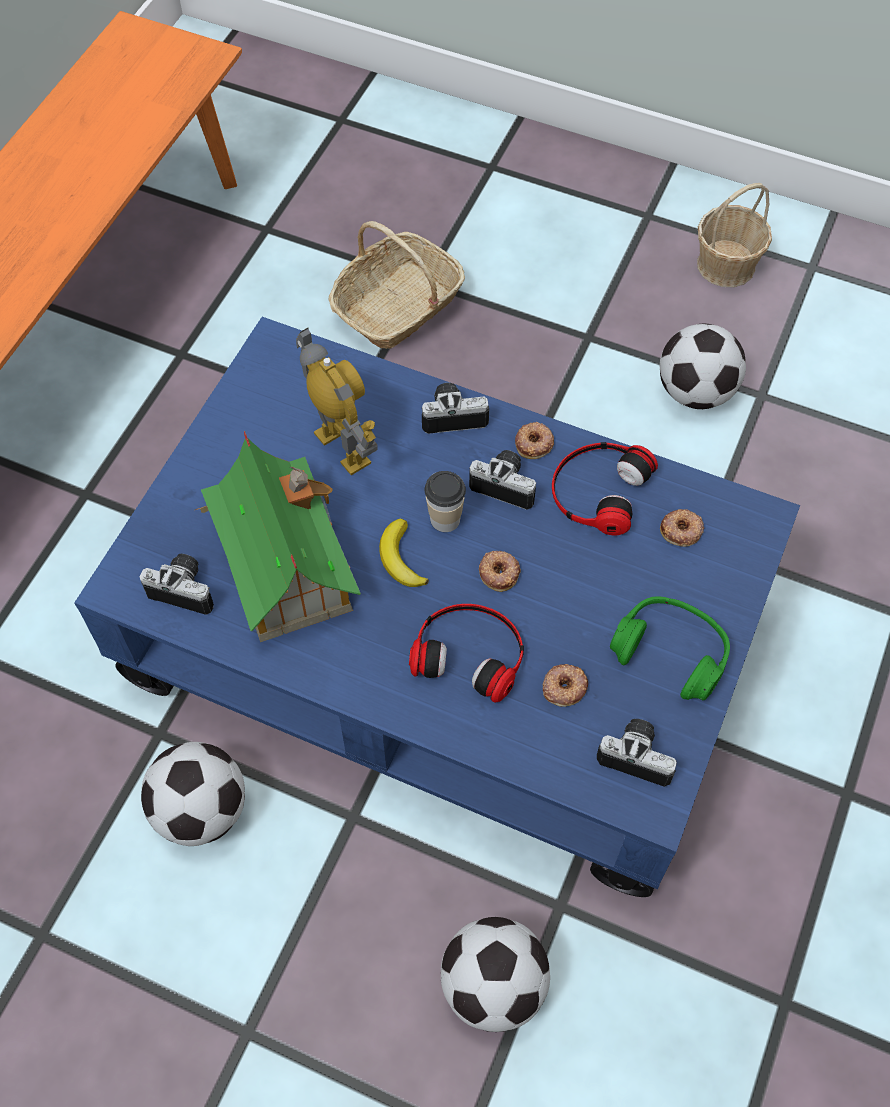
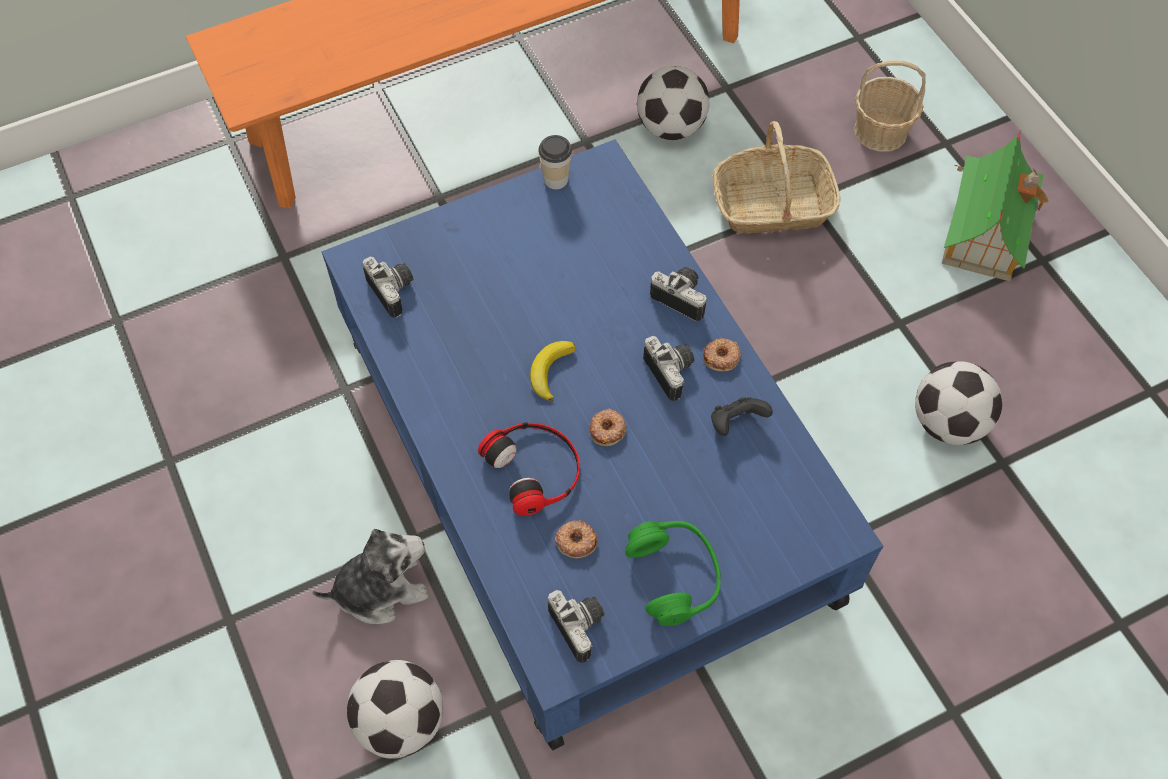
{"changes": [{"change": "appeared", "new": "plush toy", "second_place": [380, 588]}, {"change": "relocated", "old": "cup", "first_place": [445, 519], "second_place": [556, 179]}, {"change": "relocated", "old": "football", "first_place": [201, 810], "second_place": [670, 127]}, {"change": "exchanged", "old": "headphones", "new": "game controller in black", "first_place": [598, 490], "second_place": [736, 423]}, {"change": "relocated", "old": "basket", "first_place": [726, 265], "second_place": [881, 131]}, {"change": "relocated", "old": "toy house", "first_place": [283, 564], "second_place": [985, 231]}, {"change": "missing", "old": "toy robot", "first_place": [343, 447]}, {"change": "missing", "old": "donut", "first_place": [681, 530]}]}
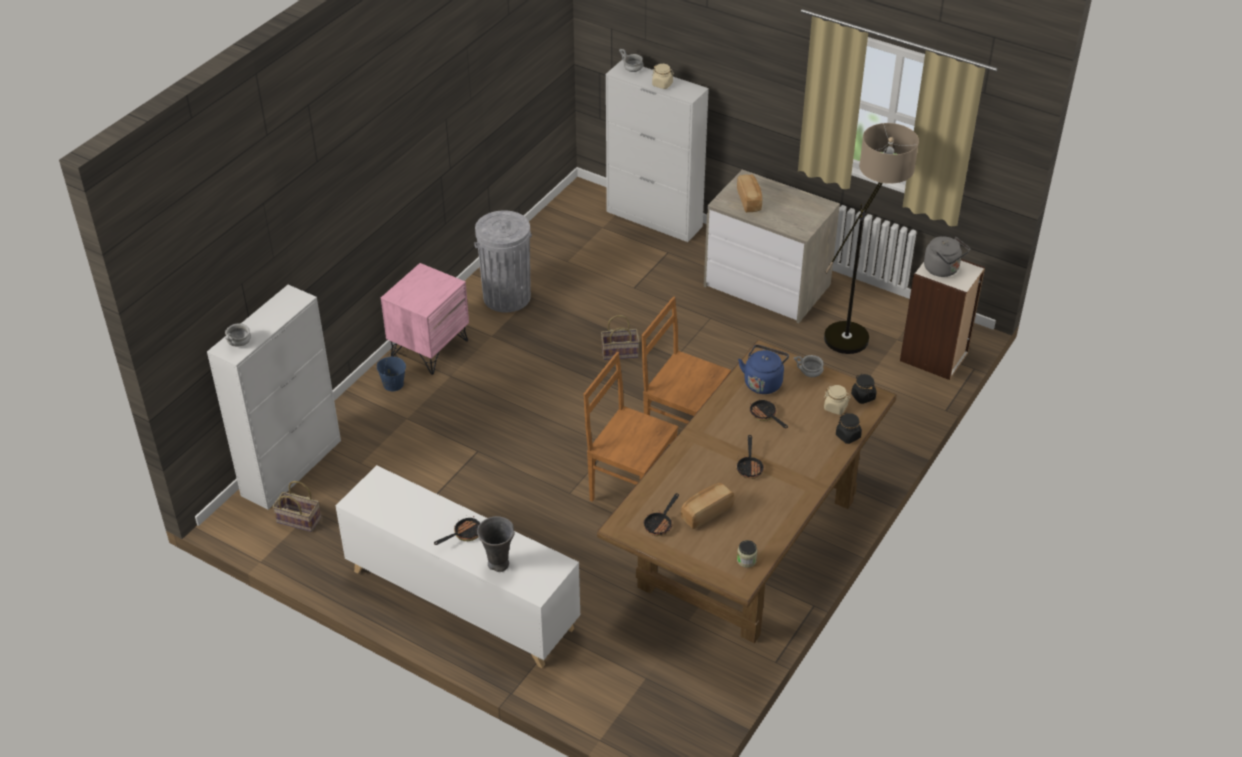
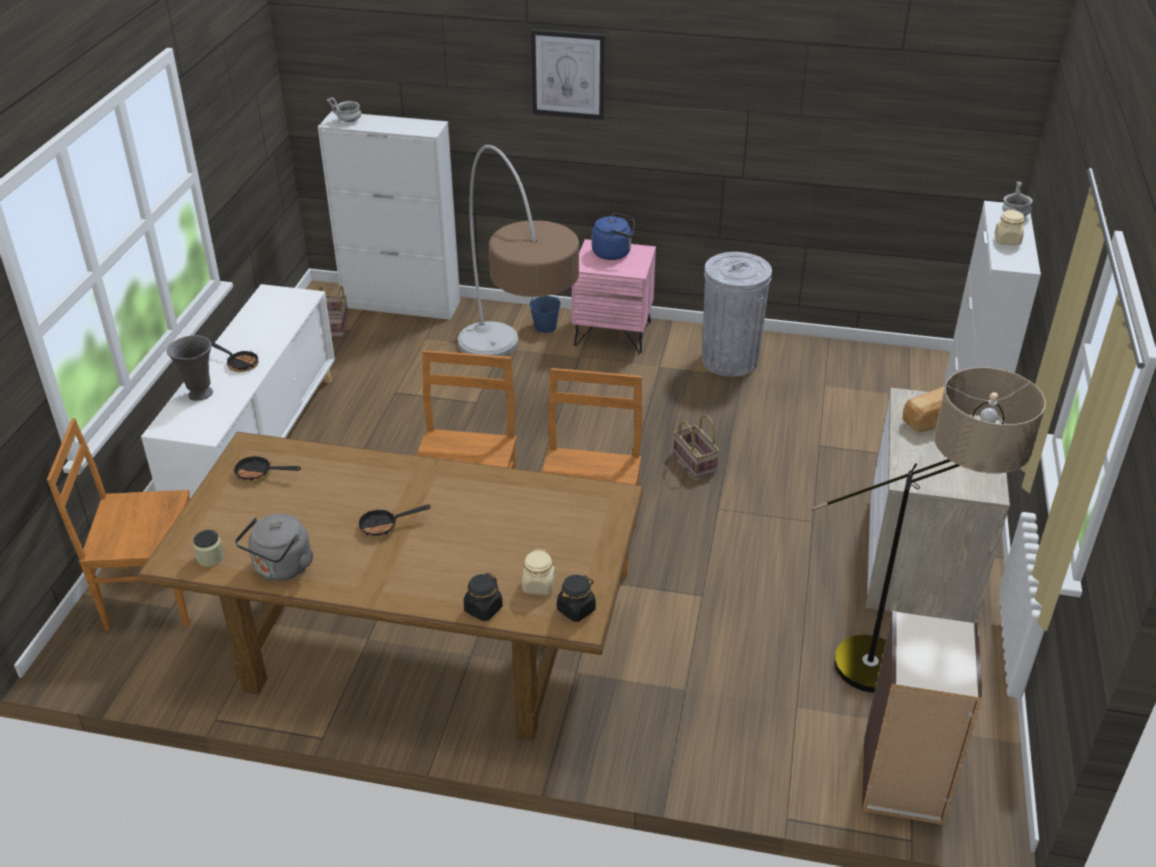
{"changes": [{"change": "appeared", "new": "chair in brown", "second_place": [152, 595]}, {"change": "relocated", "old": "kettle in grey", "first_place": [943, 270], "second_place": [281, 568]}, {"change": "appeared", "new": "floor lamp", "second_place": [516, 387]}, {"change": "appeared", "new": "picture", "second_place": [568, 74]}, {"change": "relocated", "old": "kettle in blue", "first_place": [763, 382], "second_place": [614, 253]}, {"change": "missing", "old": "bread", "first_place": [706, 512]}, {"change": "missing", "old": "frying pan", "first_place": [765, 416]}, {"change": "missing", "old": "bowl in grey", "first_place": [810, 373]}]}
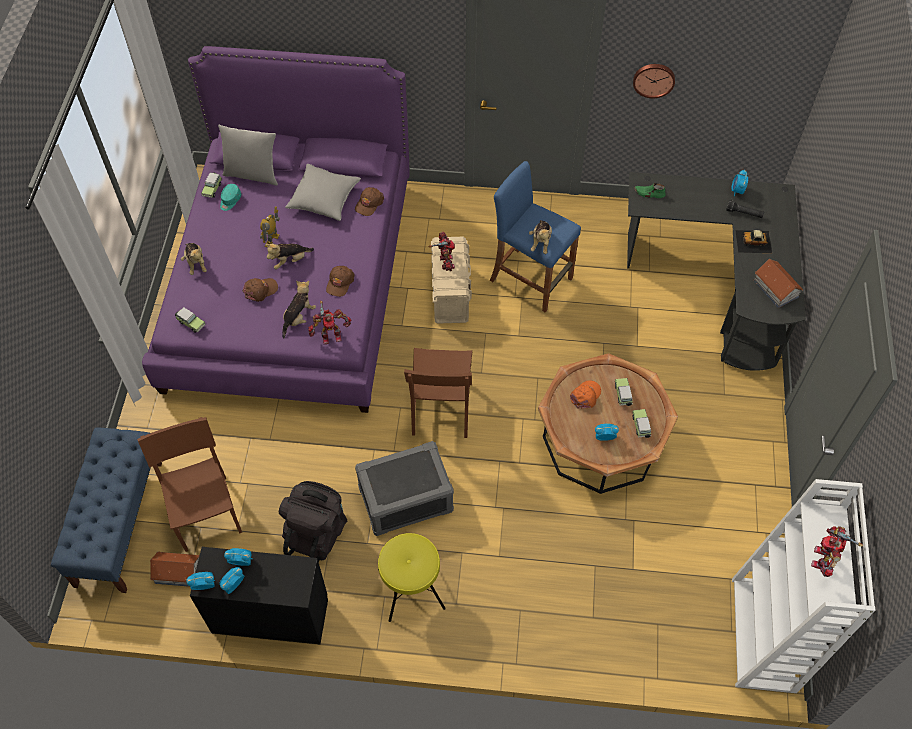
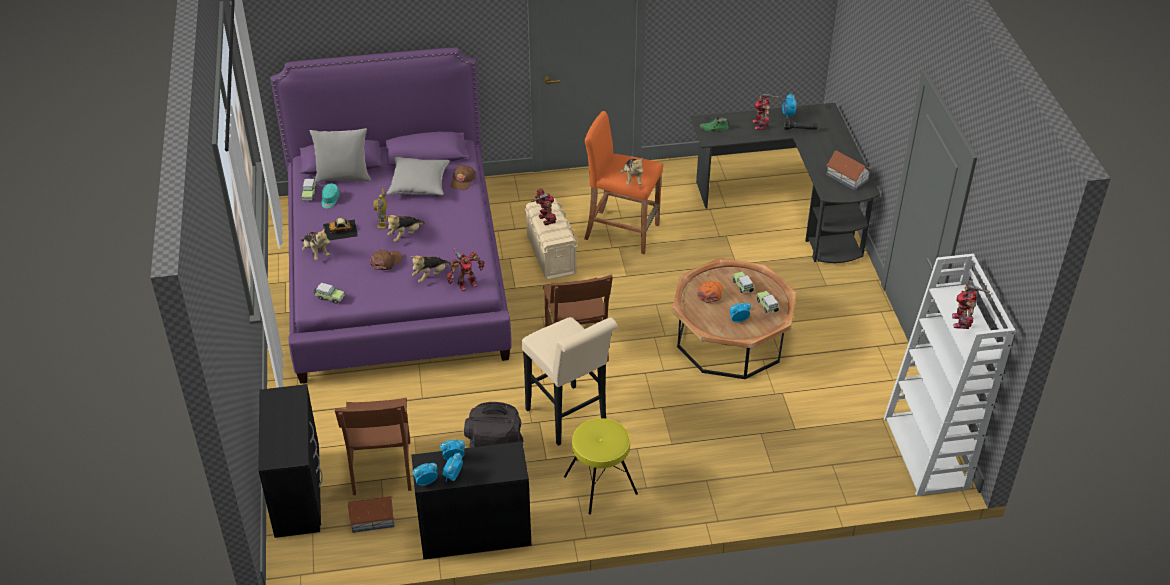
{"changes": [{"change": "exchanged", "old": "bench in blue", "new": "dresser in black", "first_place": [119, 523], "second_place": [298, 492]}, {"change": "relocated", "old": "toy car", "first_place": [754, 241], "second_place": [340, 230]}, {"change": "spun", "old": "chair in brown", "first_place": [206, 512], "second_place": [382, 467], "degrees": -150}, {"change": "spun", "old": "plush toy", "first_place": [299, 318], "second_place": [430, 276], "degrees": -150}, {"change": "exchanged", "old": "storage box in grey", "new": "stool in beige", "first_place": [405, 499], "second_place": [569, 419]}, {"change": "colour", "old": "stool in blue", "new": "stool in orange", "first_place": [531, 279], "second_place": [622, 232]}, {"change": "appeared", "new": "toy robot", "second_place": [761, 124]}, {"change": "missing", "old": "cap in brown", "first_place": [340, 283]}, {"change": "missing", "old": "wall clock", "first_place": [654, 79]}]}
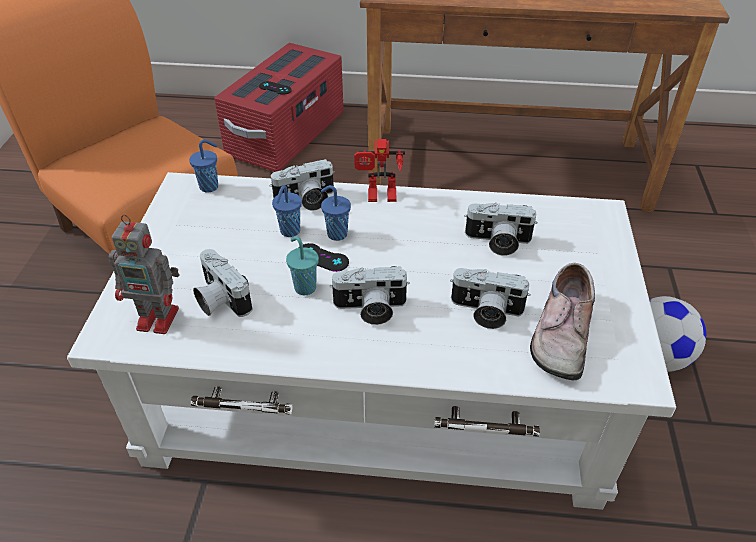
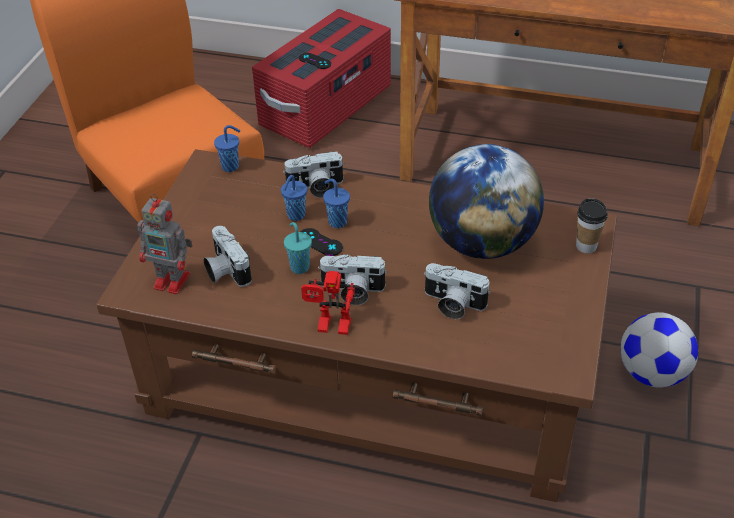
{"changes": [{"change": "colour", "old": "coffee table in white", "new": "coffee table in brown", "first_place": [379, 393], "second_place": [371, 376]}, {"change": "relocated", "old": "toy robot", "first_place": [379, 198], "second_place": [331, 328]}, {"change": "exchanged", "old": "photo camera", "new": "globe", "first_place": [497, 242], "second_place": [482, 243]}, {"change": "appeared", "new": "cup", "second_place": [586, 246]}, {"change": "missing", "old": "shoe", "first_place": [559, 333]}]}
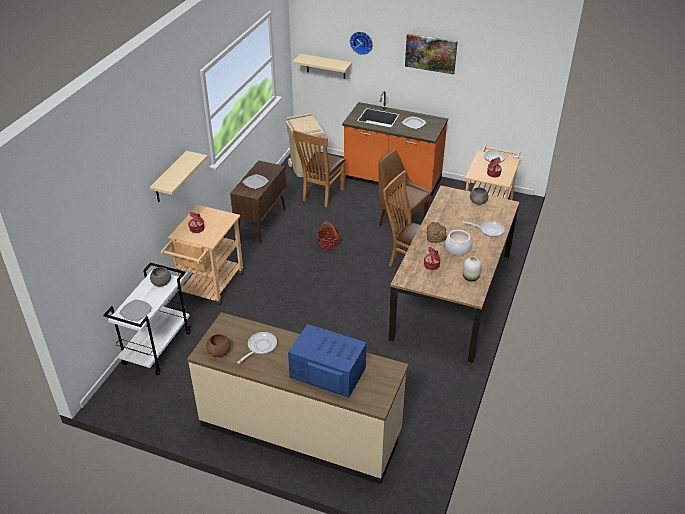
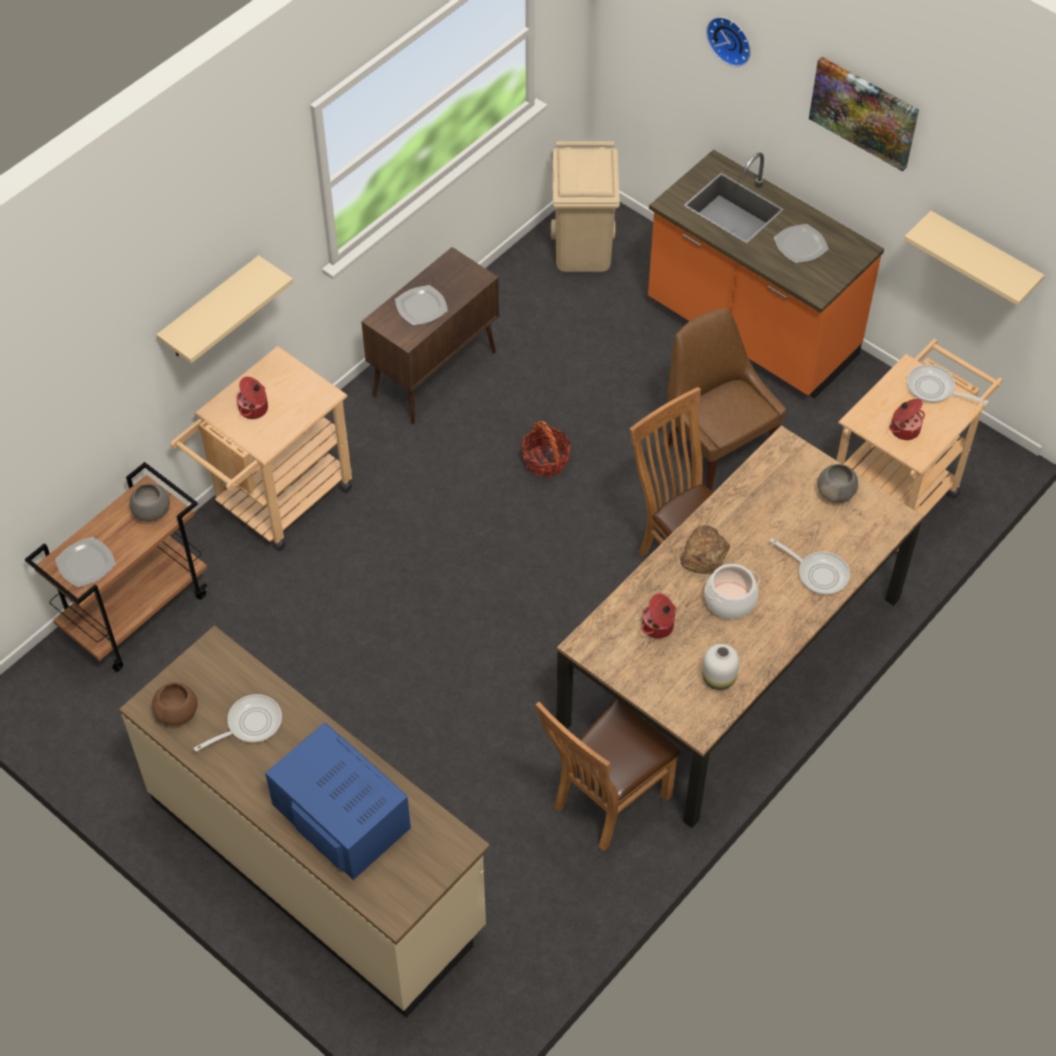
{"changes": [{"change": "colour", "old": "cart in white", "new": "cart in brown", "first_place": [157, 347], "second_place": [137, 611]}, {"change": "relocated", "old": "chair in brown", "first_place": [321, 195], "second_place": [605, 803]}, {"change": "relocated", "old": "shelf in beige", "first_place": [326, 66], "second_place": [982, 257]}]}
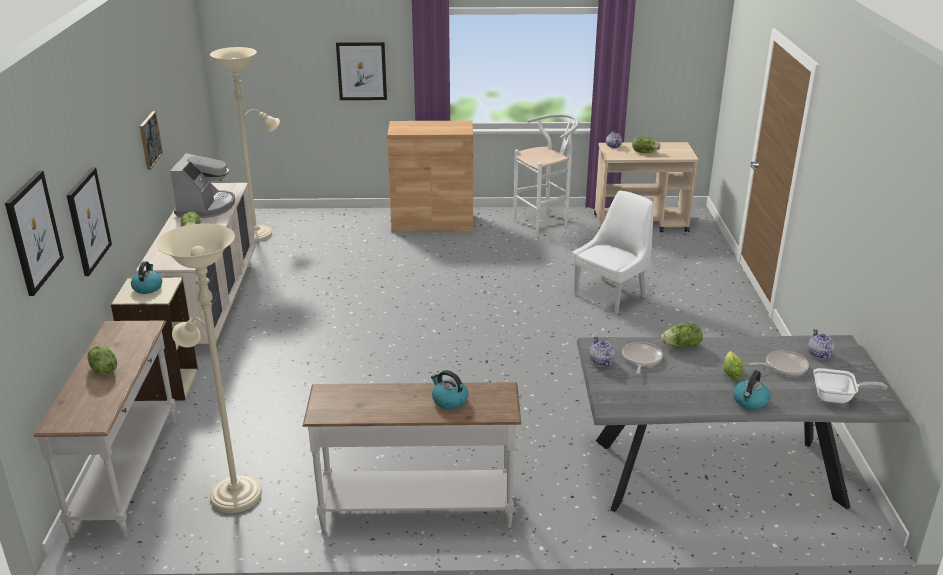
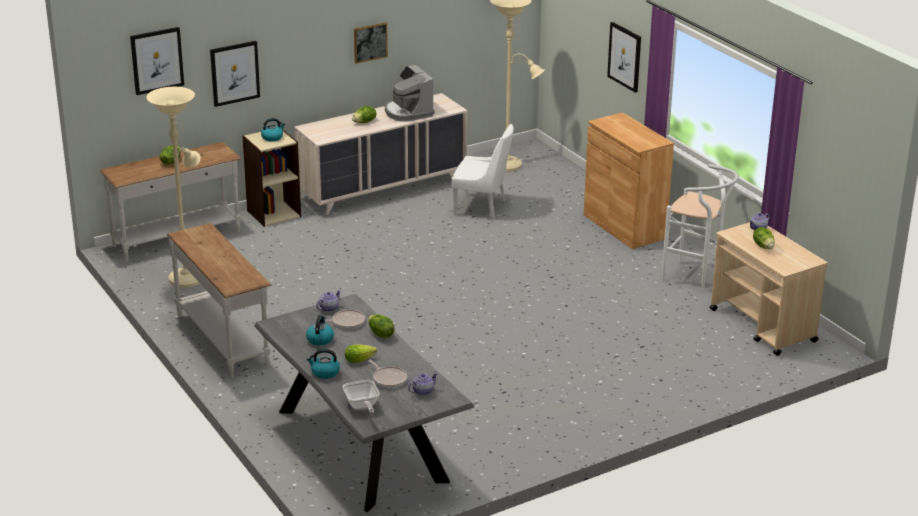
{"changes": [{"change": "relocated", "old": "kettle", "first_place": [449, 400], "second_place": [320, 339]}, {"change": "spun", "old": "coffee machine", "first_place": [206, 207], "second_place": [408, 112], "degrees": 90}, {"change": "relocated", "old": "chair in white", "first_place": [611, 295], "second_place": [482, 208]}]}
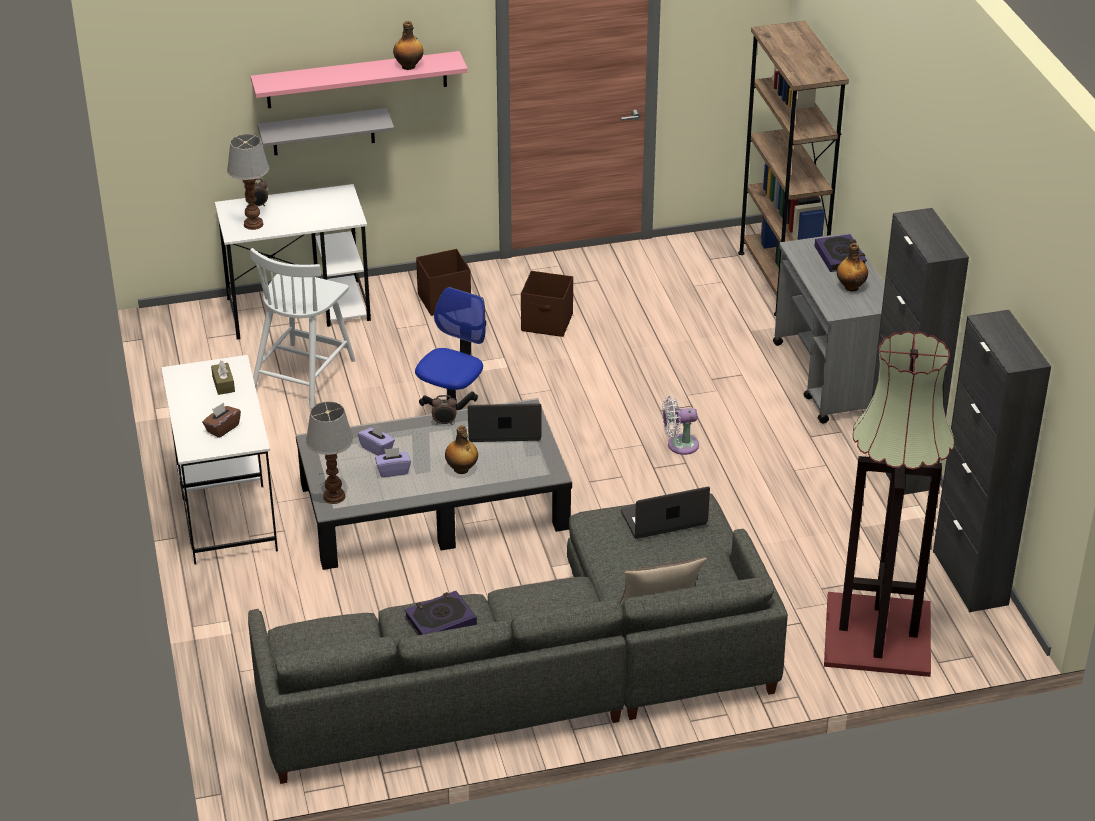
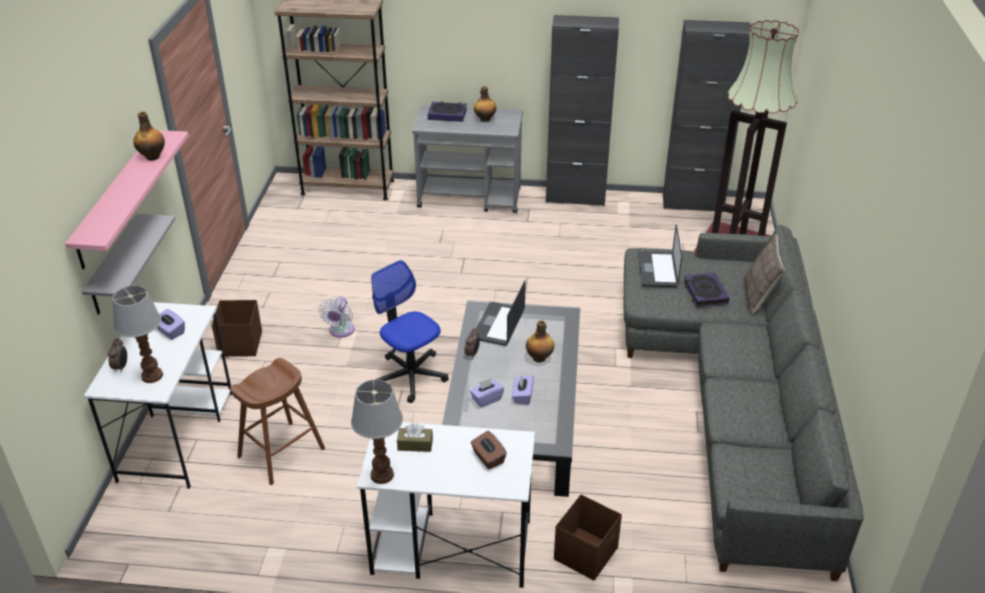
{"changes": [{"change": "appeared", "new": "tissue box in purple", "second_place": [170, 332]}, {"change": "exchanged", "old": "chair in white", "new": "stool in brown", "first_place": [303, 375], "second_place": [281, 452]}, {"change": "relocated", "old": "fan in white", "first_place": [679, 445], "second_place": [341, 331]}, {"change": "relocated", "old": "table lamp", "first_place": [333, 497], "second_place": [382, 475]}, {"change": "relocated", "old": "storage box in brown", "first_place": [547, 323], "second_place": [586, 553]}, {"change": "relocated", "old": "book", "first_place": [440, 621], "second_place": [705, 293]}]}
